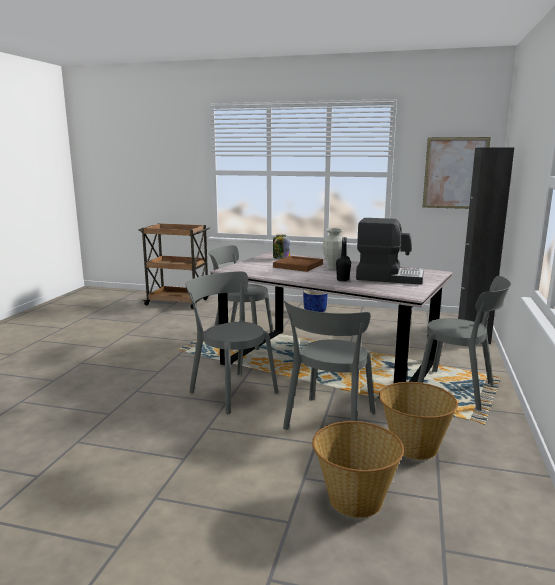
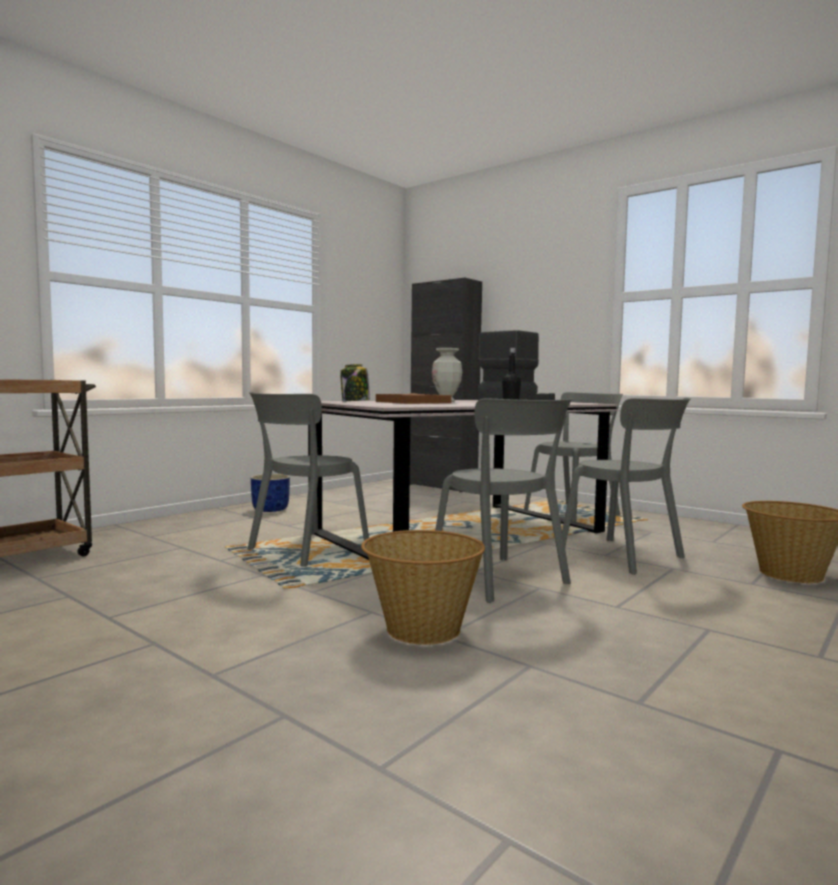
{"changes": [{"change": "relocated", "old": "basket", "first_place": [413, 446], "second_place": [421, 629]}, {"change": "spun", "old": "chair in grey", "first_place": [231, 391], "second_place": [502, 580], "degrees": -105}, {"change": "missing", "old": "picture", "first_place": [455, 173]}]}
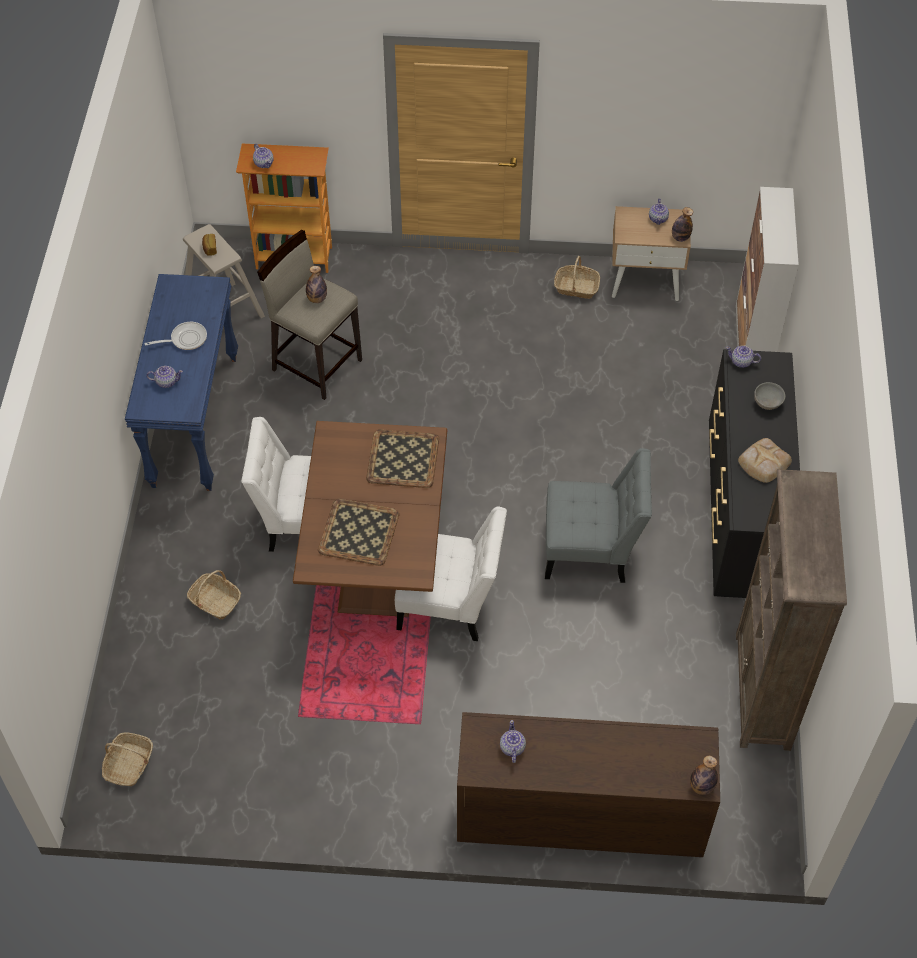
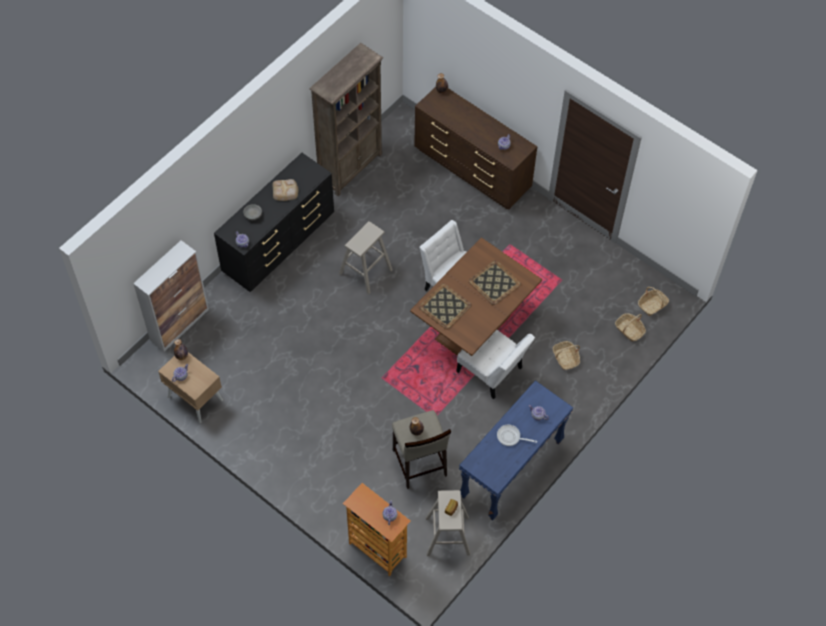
{"changes": [{"change": "exchanged", "old": "chair in grey", "new": "stool in beige", "first_place": [592, 549], "second_place": [365, 271]}, {"change": "relocated", "old": "basket", "first_place": [576, 287], "second_place": [629, 330]}]}
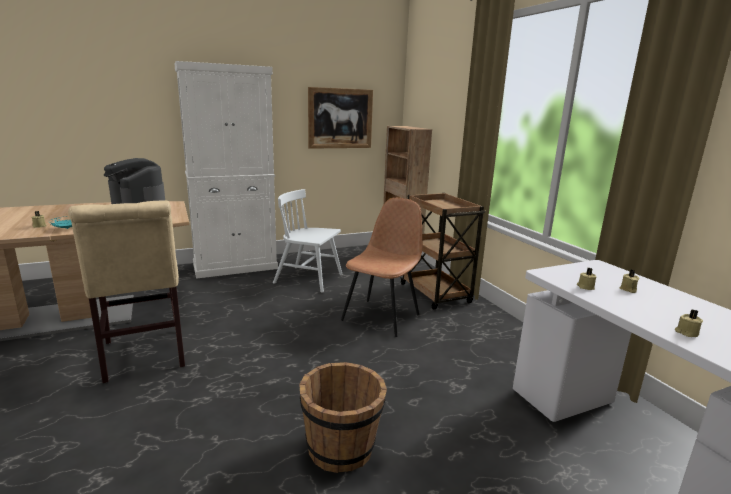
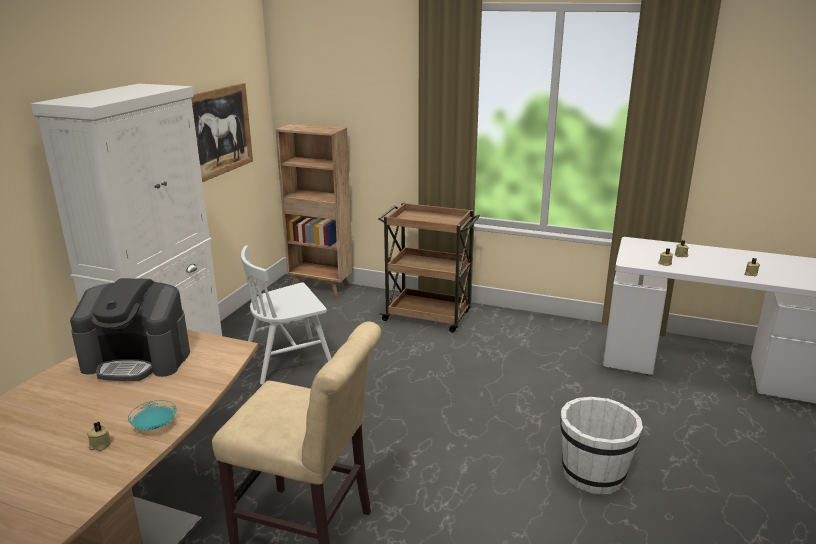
{"changes": [{"change": "colour", "old": "bucket in brown", "new": "bucket in white", "first_place": [341, 448], "second_place": [593, 474]}, {"change": "missing", "old": "chair in brown", "first_place": [382, 317]}]}
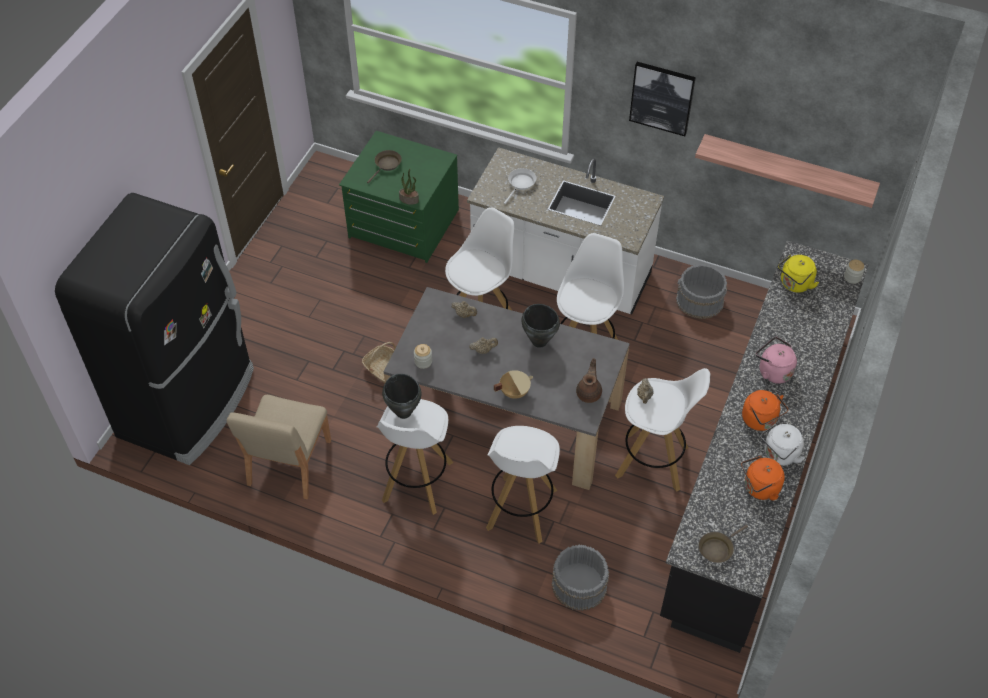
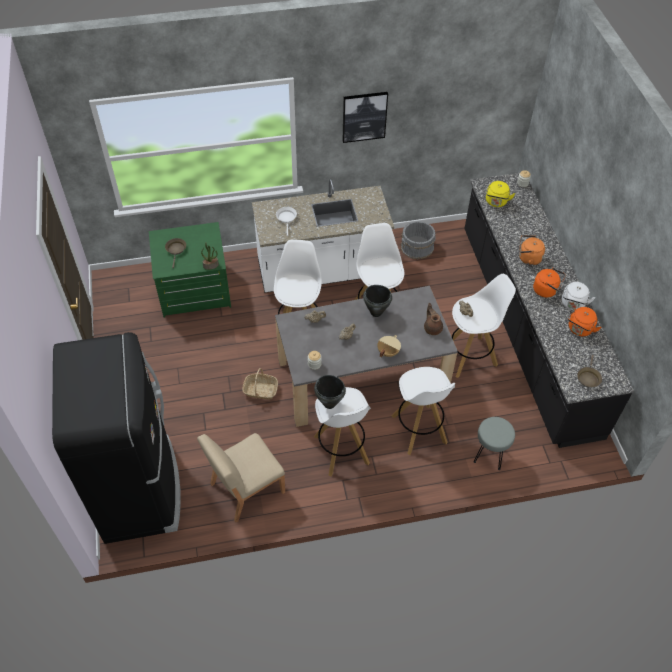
{"changes": [{"change": "spun", "old": "chair in beige", "first_place": [288, 463], "second_place": [246, 488], "degrees": 75}, {"change": "exchanged", "old": "bucket in grey", "new": "stool in grey", "first_place": [578, 585], "second_place": [489, 455]}, {"change": "colour", "old": "kettle in pink", "new": "kettle in orange", "first_place": [773, 371], "second_place": [528, 258]}, {"change": "missing", "old": "shelf", "first_place": [788, 169]}]}
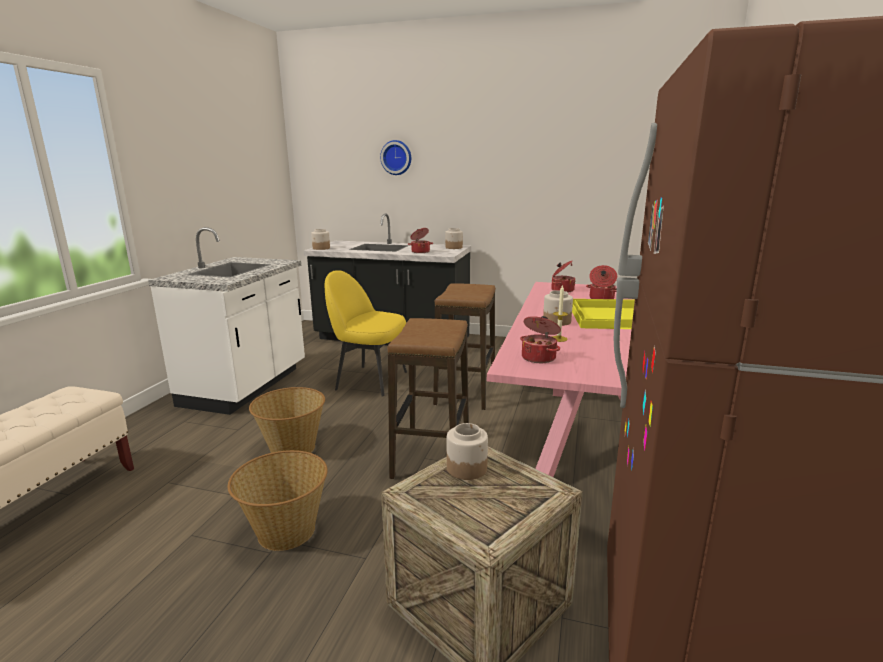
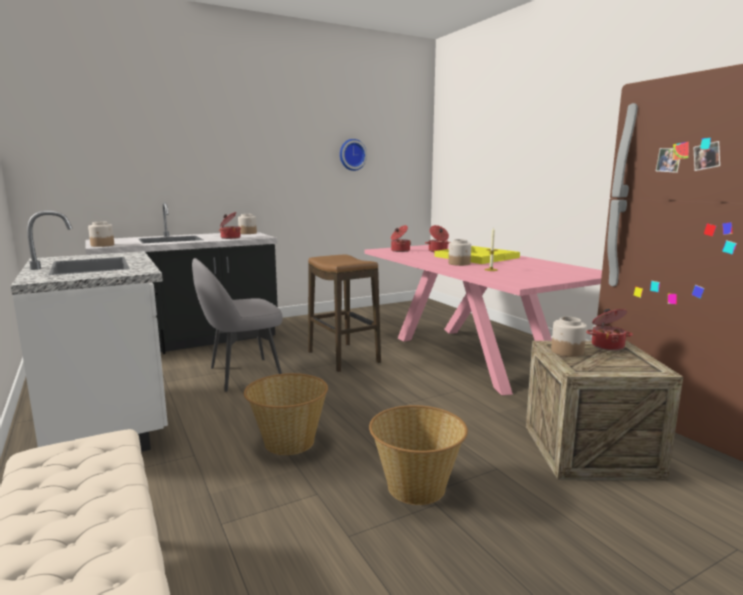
{"changes": [{"change": "colour", "old": "chair in yellow", "new": "chair in grey", "first_place": [370, 380], "second_place": [243, 374]}, {"change": "relocated", "old": "wall clock", "first_place": [396, 157], "second_place": [352, 155]}, {"change": "relocated", "old": "cooking pot", "first_place": [539, 357], "second_place": [607, 346]}, {"change": "missing", "old": "stool", "first_place": [431, 457]}]}
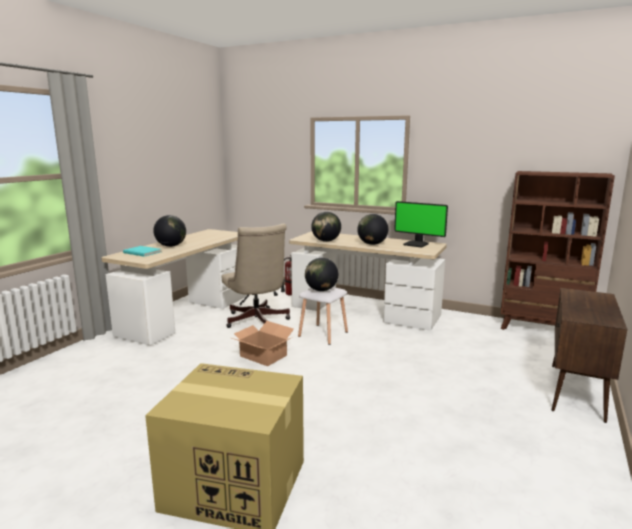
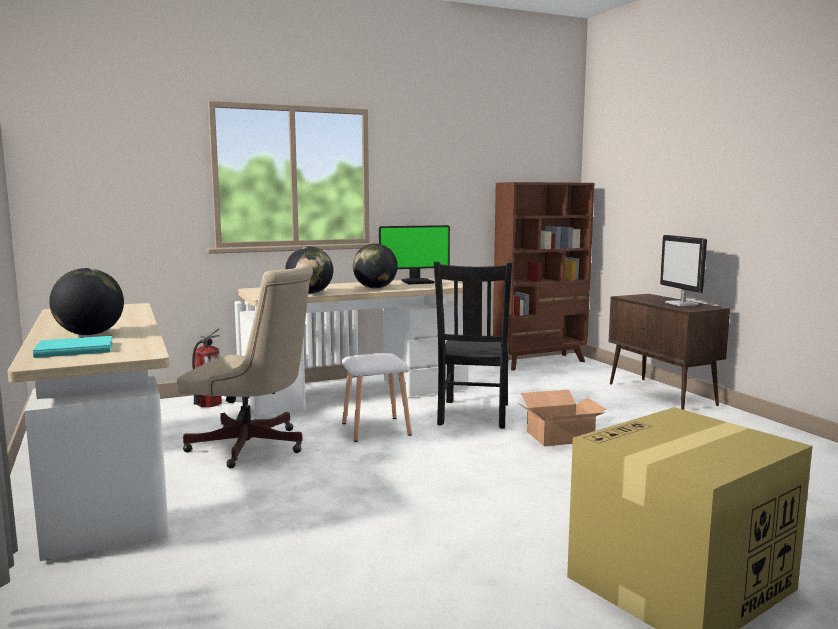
{"changes": [{"change": "appeared", "new": "chair in black", "second_place": [473, 415]}, {"change": "relocated", "old": "cardboard box", "first_place": [263, 355], "second_place": [559, 436]}, {"change": "appeared", "new": "monitor", "second_place": [682, 304]}, {"change": "missing", "old": "globe", "first_place": [321, 290]}]}
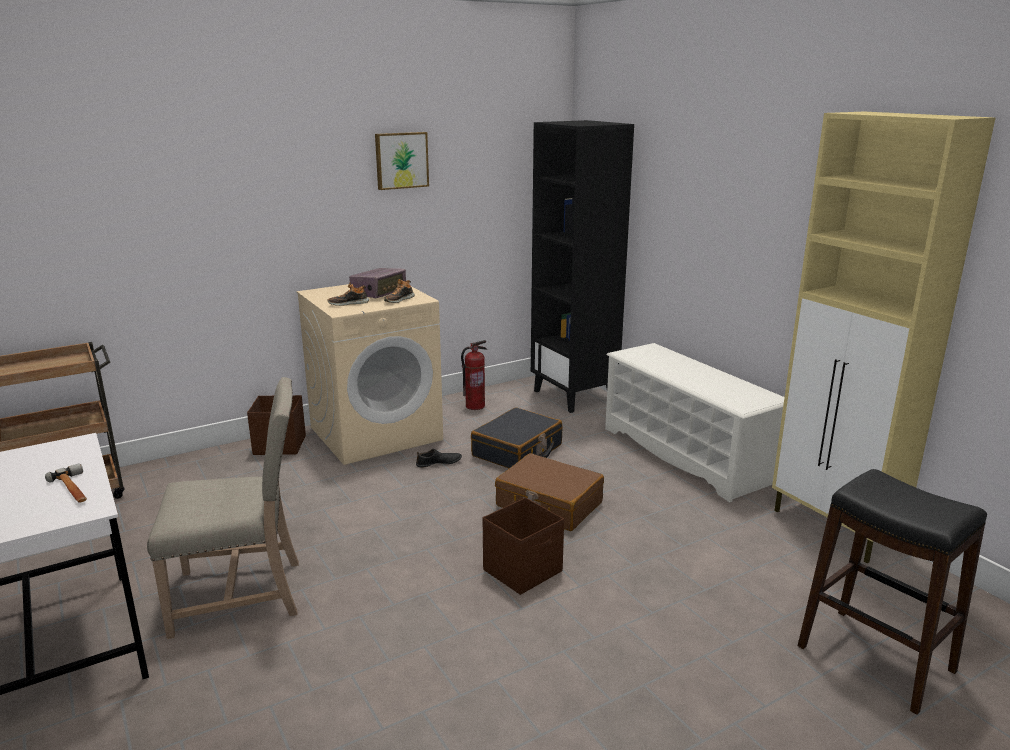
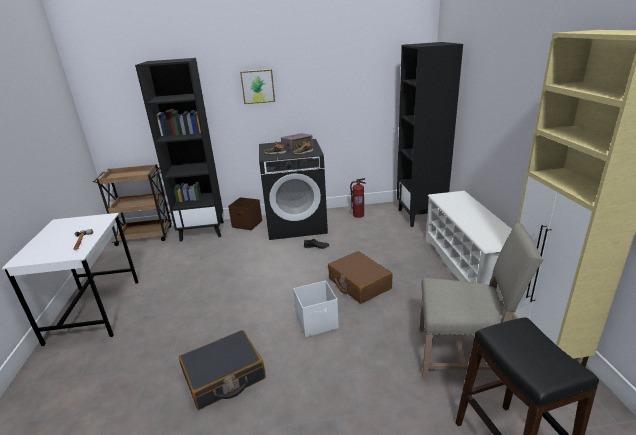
{"changes": [{"change": "appeared", "new": "bookcase in black", "second_place": [203, 231]}, {"change": "relocated", "old": "suitcase in black", "first_place": [517, 451], "second_place": [224, 376]}, {"change": "relocated", "old": "picture", "first_place": [401, 160], "second_place": [258, 86]}, {"change": "colour", "old": "washing machine in beige", "new": "washing machine in black", "first_place": [376, 433], "second_place": [296, 224]}, {"change": "colour", "old": "storage box in brown", "new": "storage box in white", "first_place": [524, 570], "second_place": [317, 323]}, {"change": "relocated", "old": "chair in beige", "first_place": [242, 594], "second_place": [462, 355]}]}
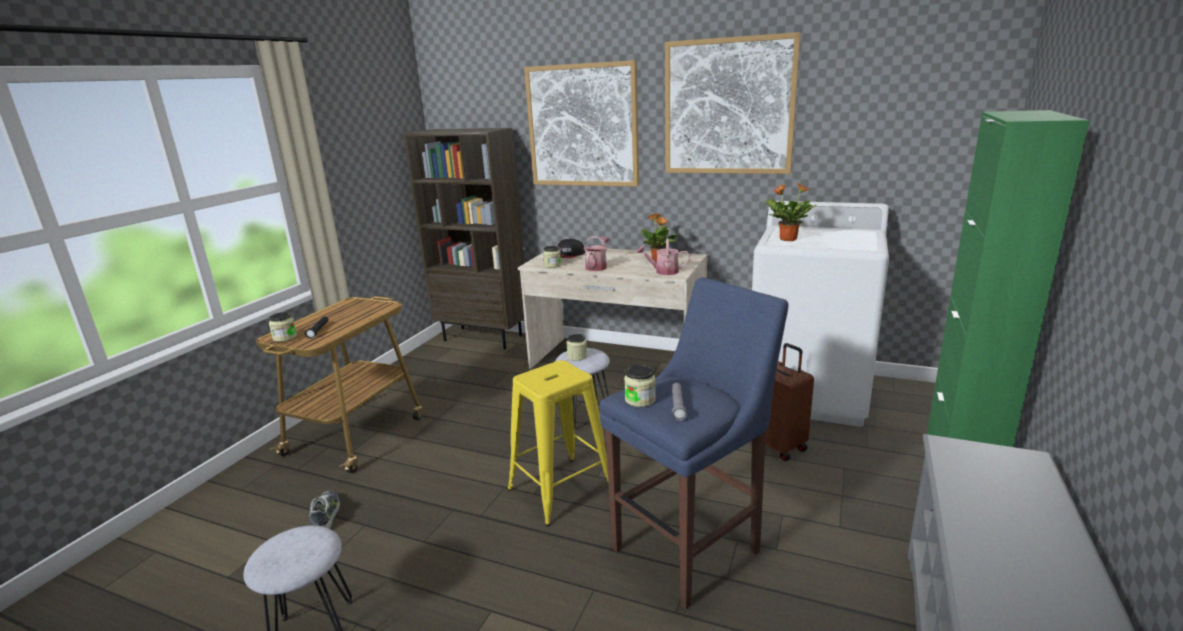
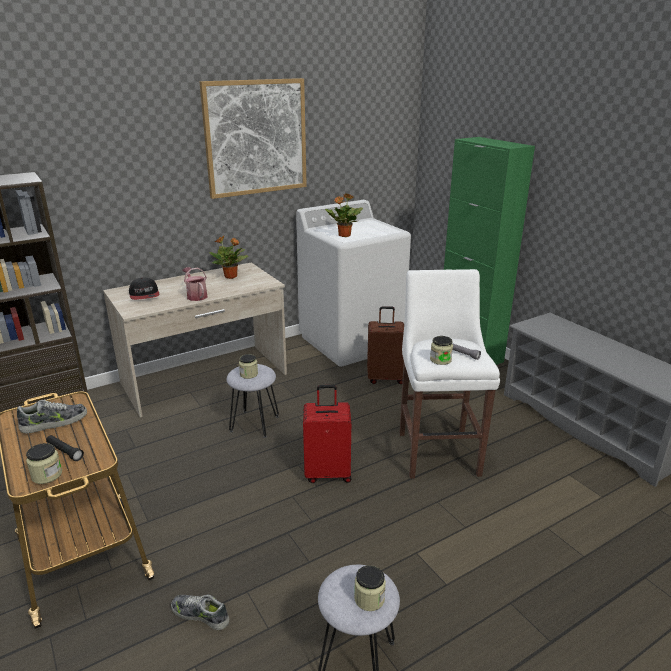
{"changes": [{"change": "appeared", "new": "shoe", "second_place": [54, 422]}, {"change": "exchanged", "old": "stool in yellow", "new": "suitcase in red", "first_place": [561, 490], "second_place": [328, 472]}, {"change": "relocated", "old": "jar", "first_place": [552, 265], "second_place": [369, 599]}, {"change": "colour", "old": "stool in blue", "new": "stool in white", "first_place": [691, 547], "second_place": [438, 450]}, {"change": "missing", "old": "picture", "first_place": [582, 126]}, {"change": "missing", "old": "watering can", "first_place": [663, 271]}]}
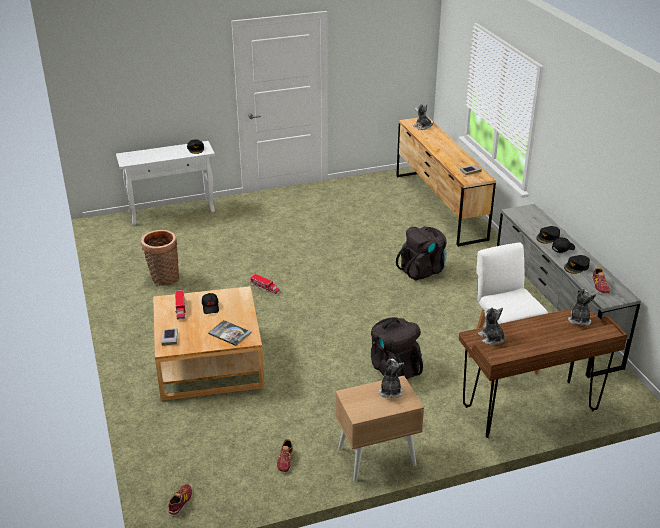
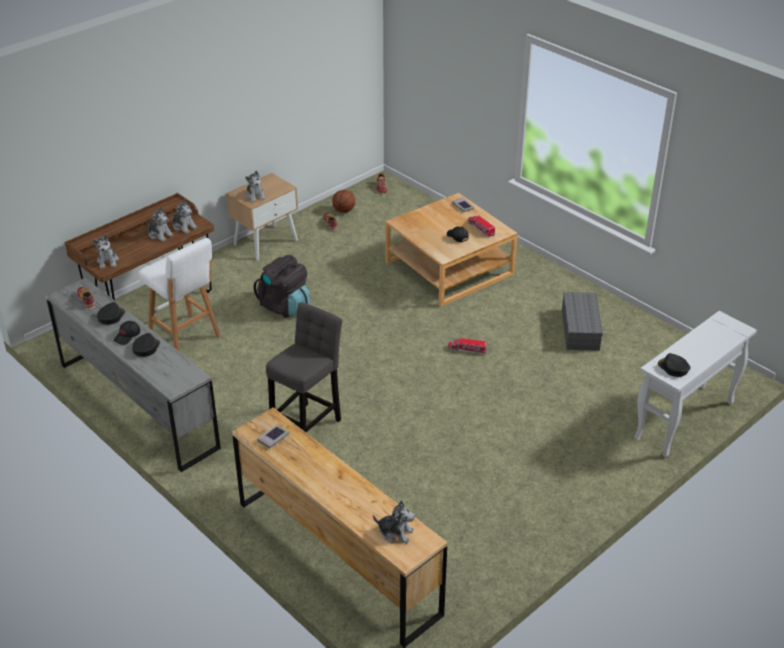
{"changes": [{"change": "appeared", "new": "plush toy", "second_place": [160, 235]}, {"change": "exchanged", "old": "backpack in black", "new": "stool in grey", "first_place": [422, 270], "second_place": [308, 425]}, {"change": "appeared", "new": "basketball", "second_place": [344, 211]}, {"change": "exchanged", "old": "basket", "new": "storage box in grey", "first_place": [163, 279], "second_place": [579, 329]}, {"change": "missing", "old": "book", "first_place": [229, 333]}]}
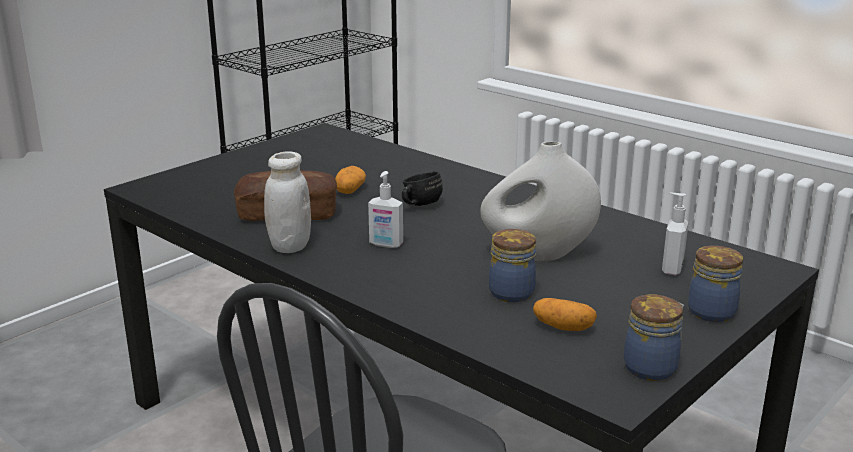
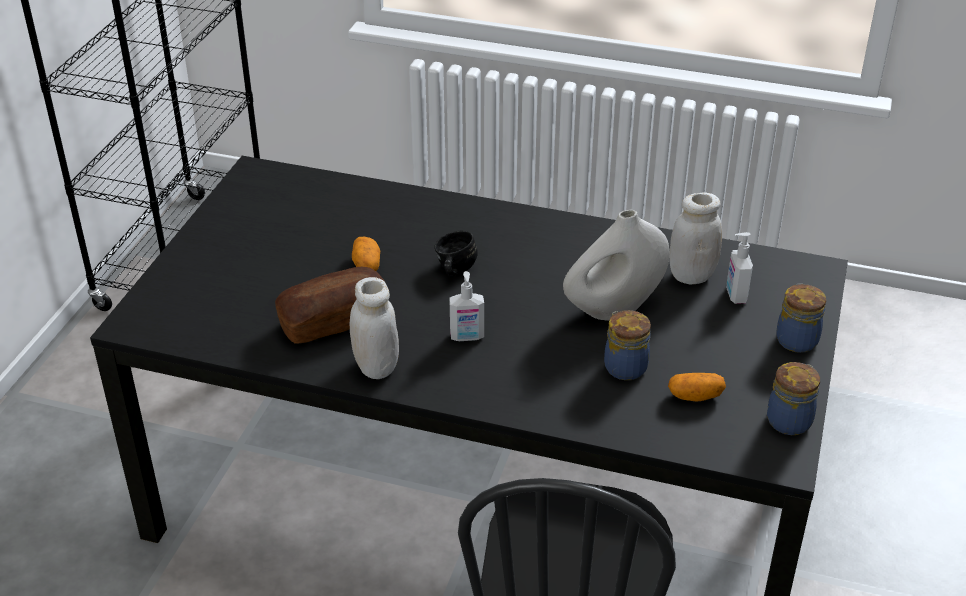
{"changes": [{"change": "appeared", "new": "jar in white", "second_place": [691, 275]}]}
